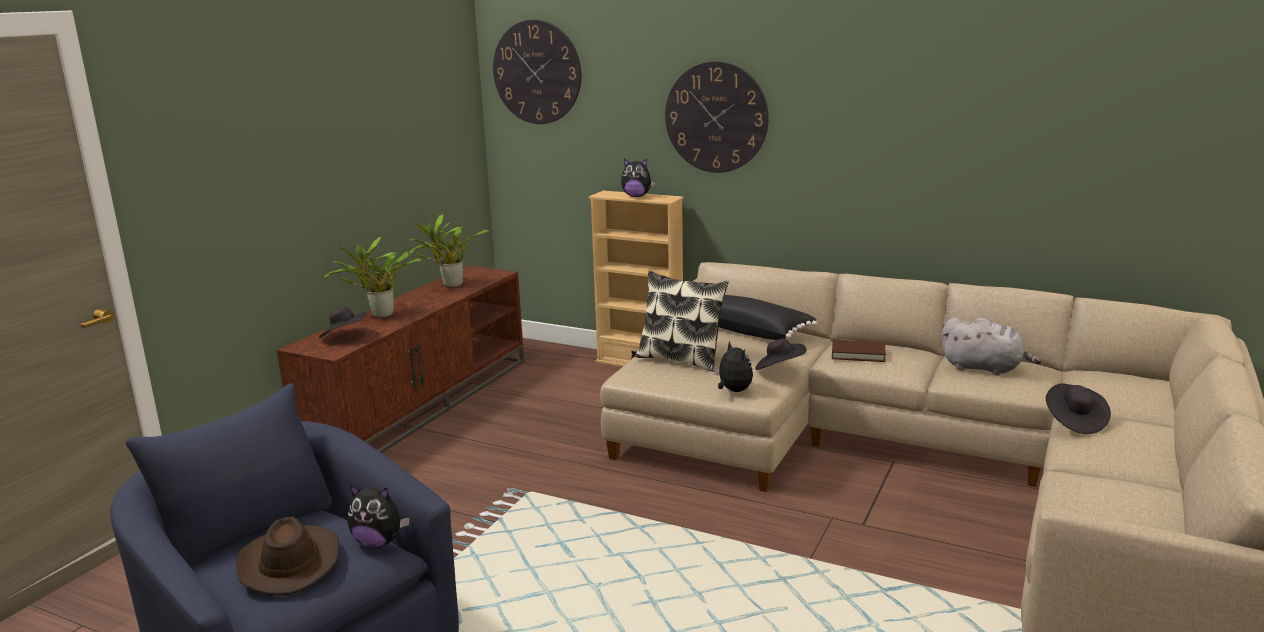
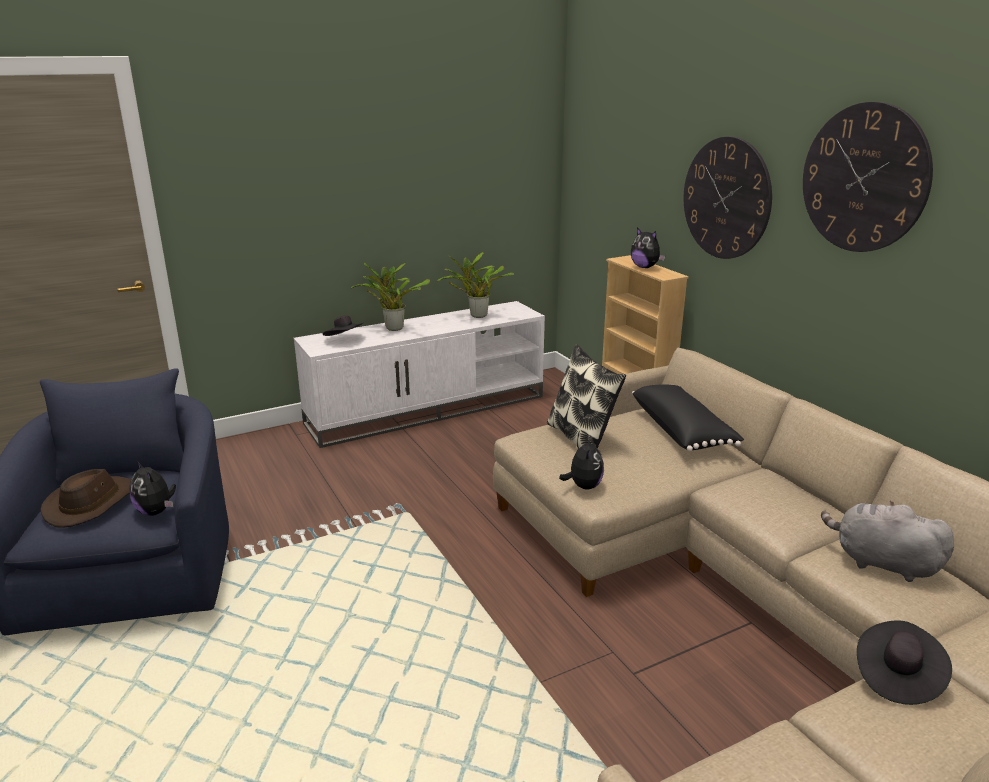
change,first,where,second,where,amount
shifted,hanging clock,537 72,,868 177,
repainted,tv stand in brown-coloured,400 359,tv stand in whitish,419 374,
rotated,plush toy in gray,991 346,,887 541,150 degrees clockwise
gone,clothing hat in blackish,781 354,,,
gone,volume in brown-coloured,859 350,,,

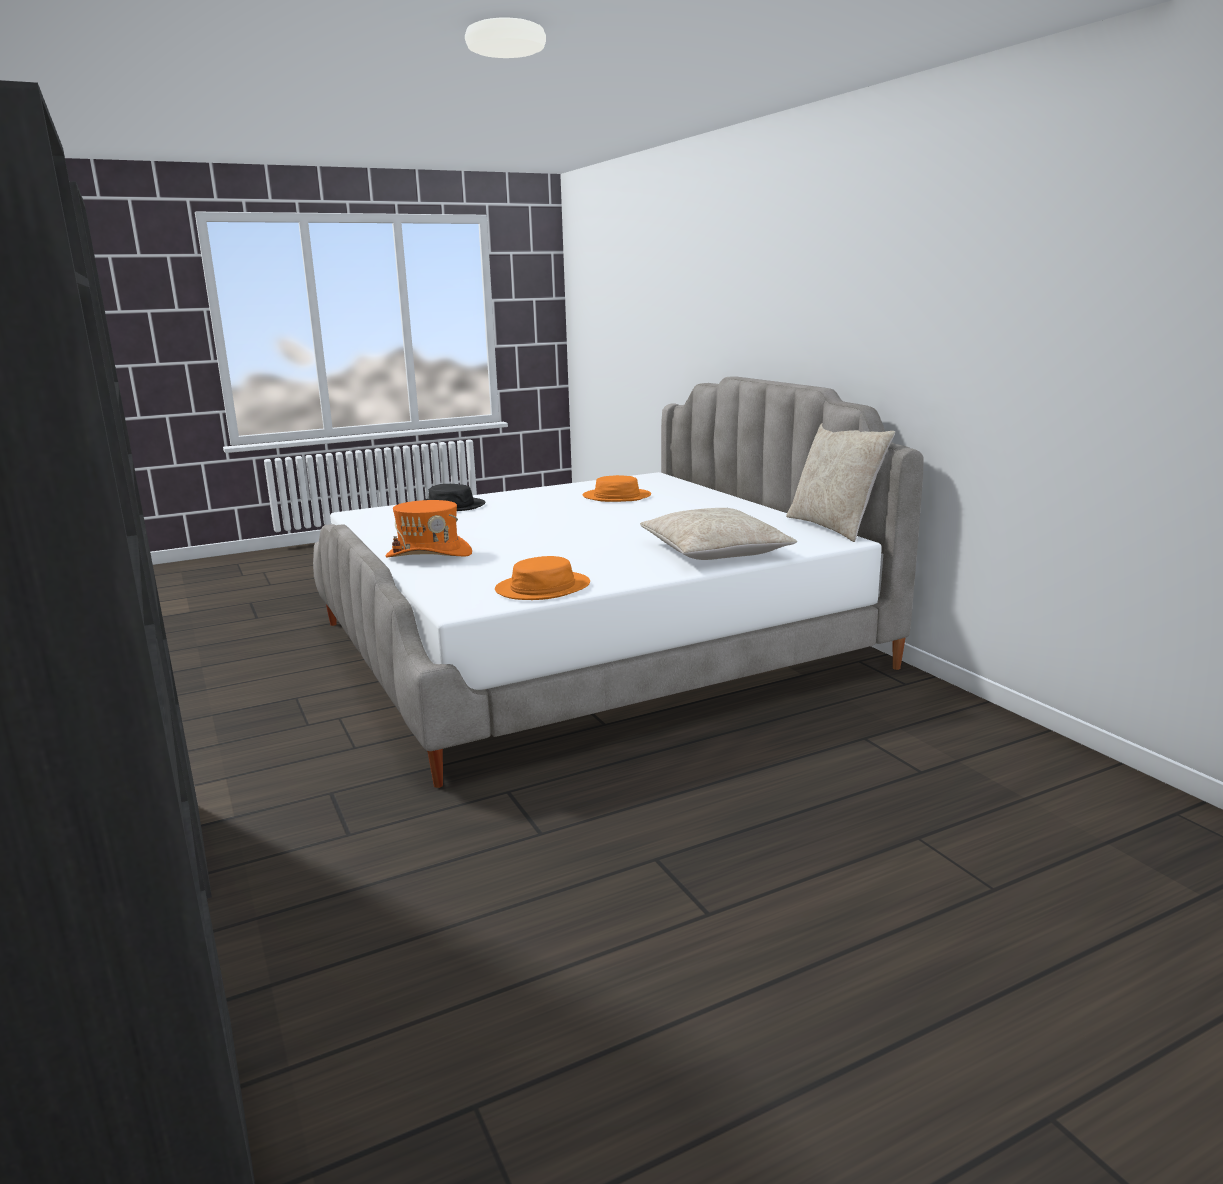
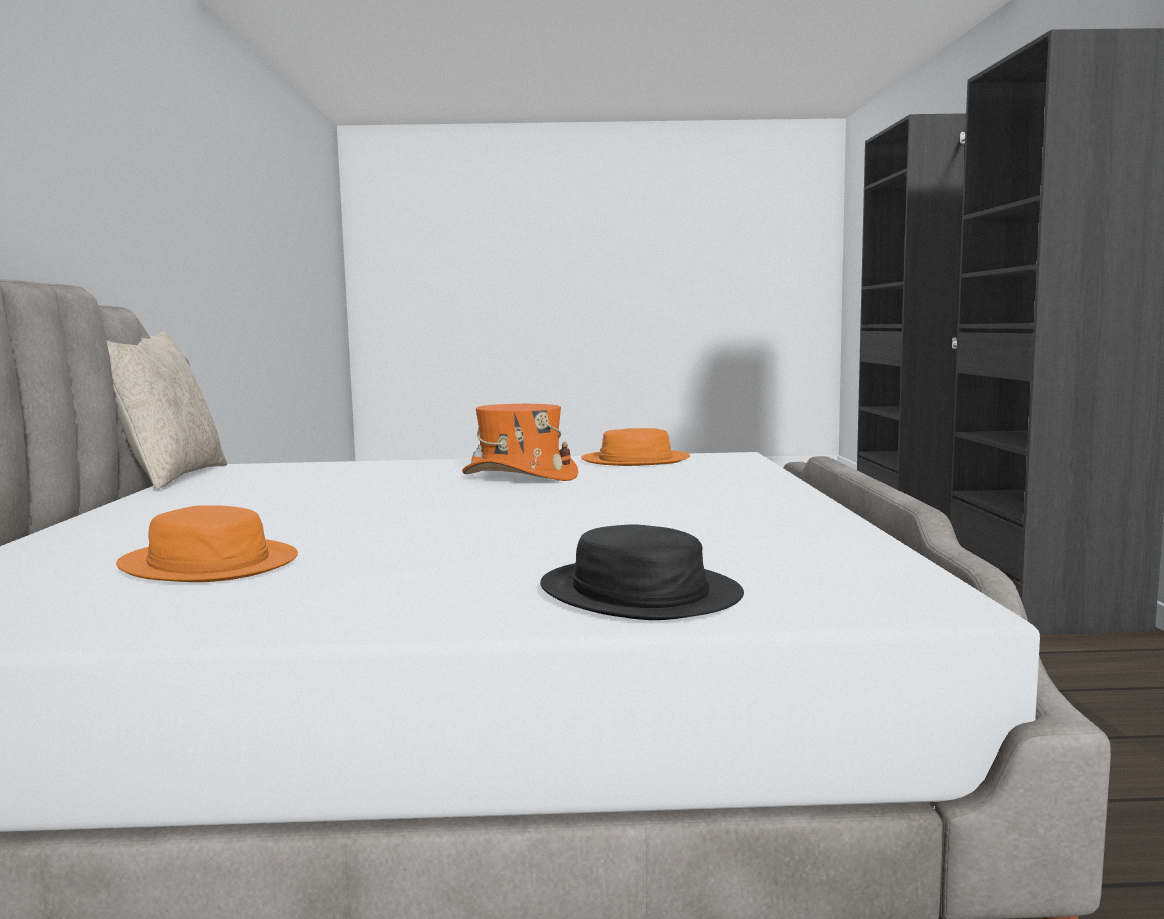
change,first,where,second,where,amount
shifted,clothing hat in orangey,429 529,,520 442,
gone,throw pillow in beige-coloured,718 534,,,

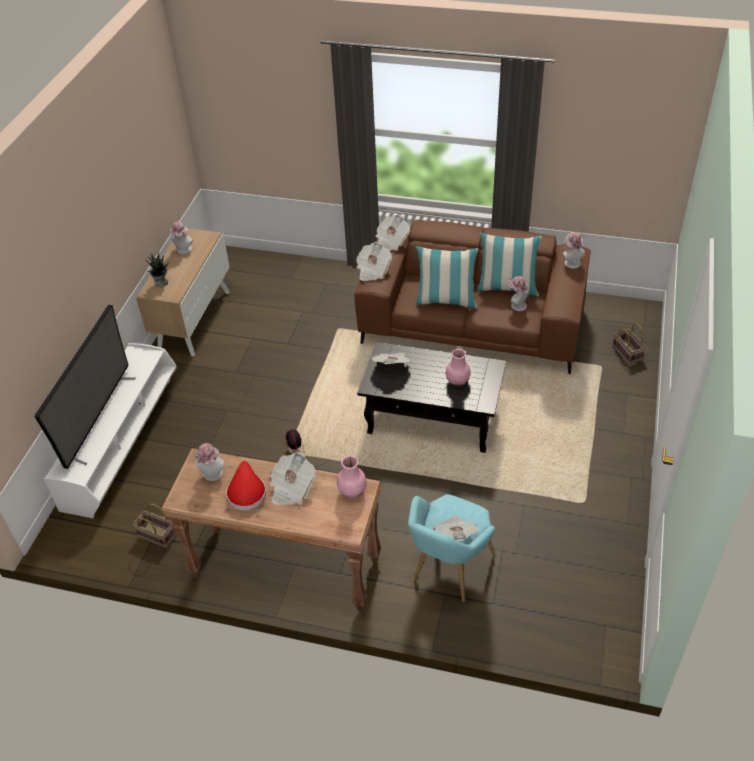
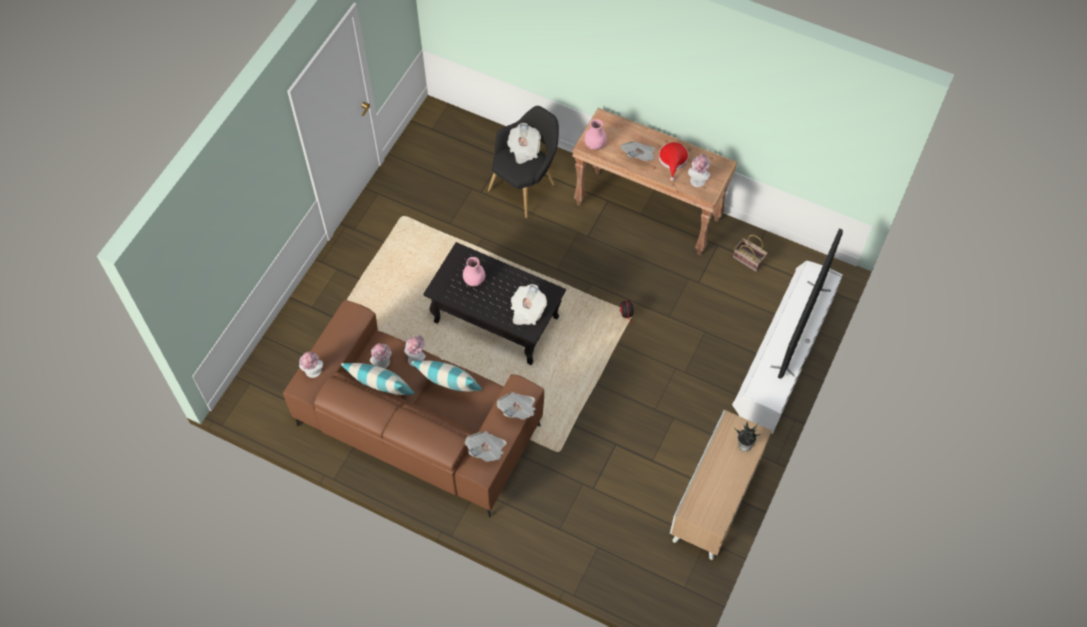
change,first,where,second,where,amount
shifted,clothing hat,181 238,,415 351,
gone,basket,629 344,,,
repainted,lounge chair in turquoise-coloured,451 548,lounge chair in blackish,523 162,

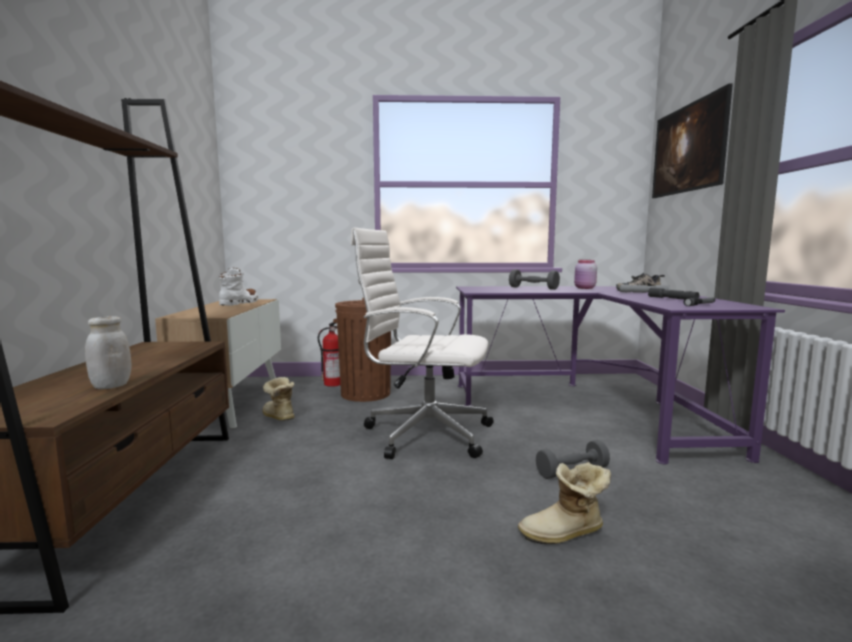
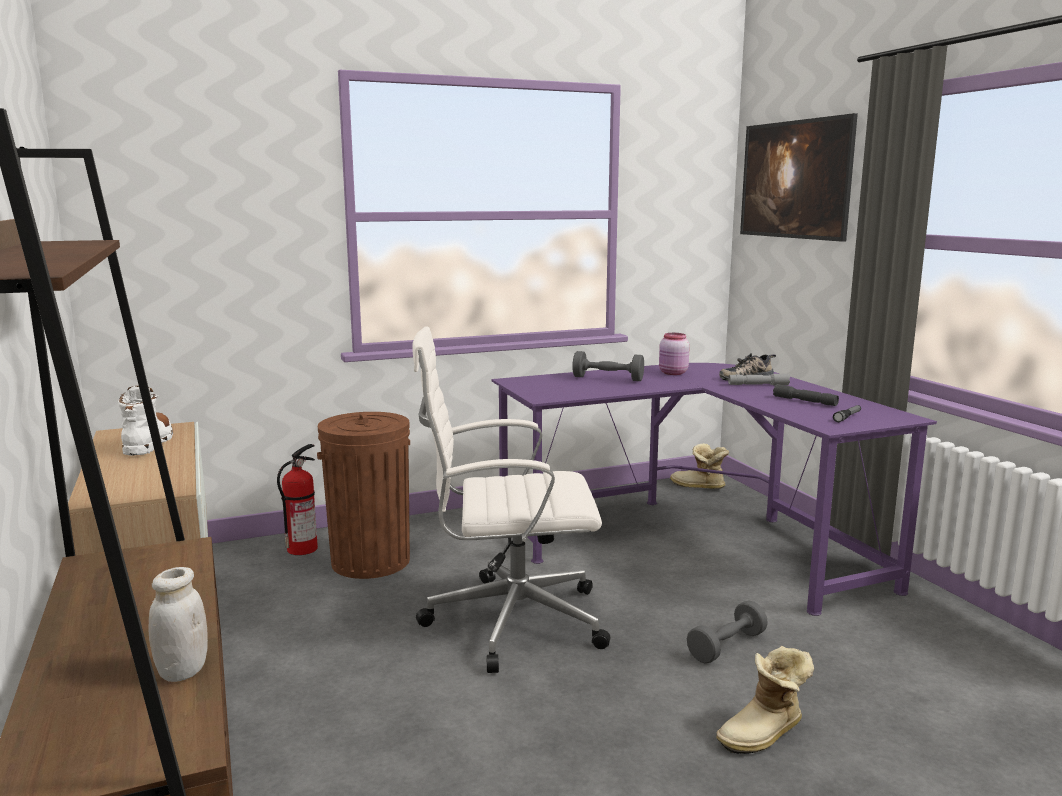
change,first,where,second,where,amount
shifted,tall boot,278 399,,699 466,

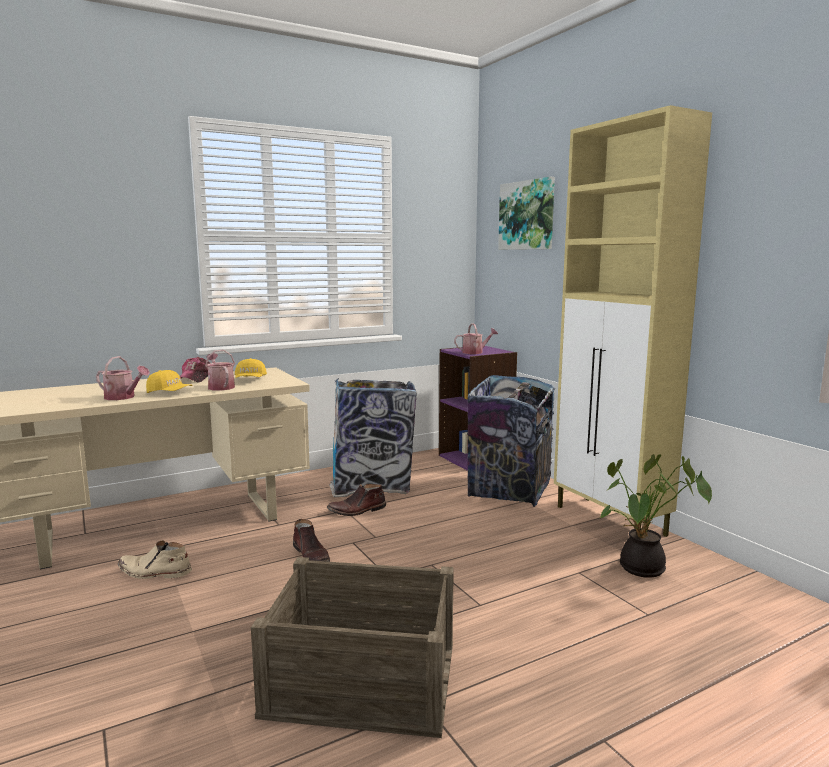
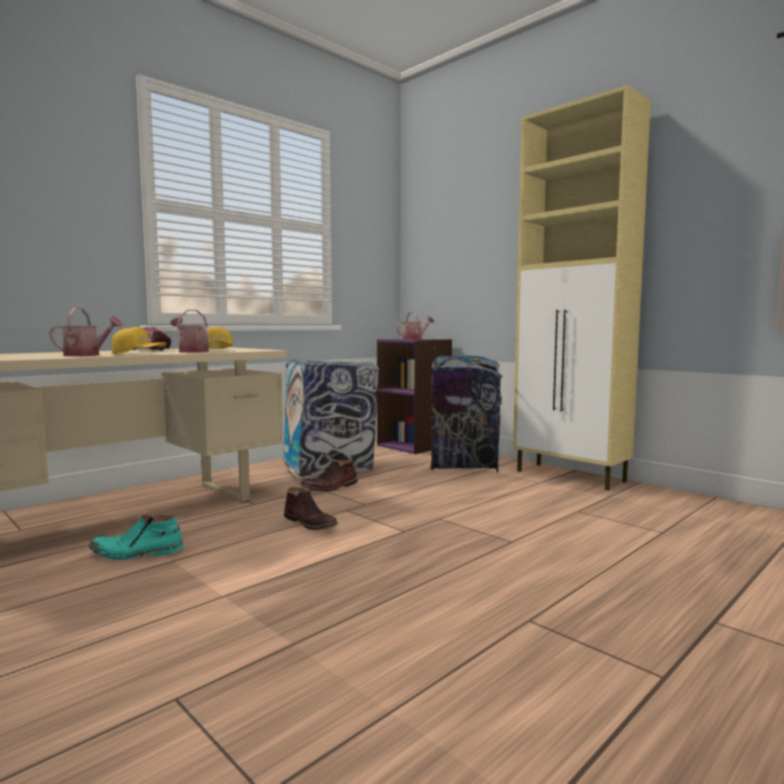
change,first,where,second,where,amount
gone,wall picture,526 213,,,
gone,potted plant,656 516,,,
repainted,tall boot in beige-coloured,155 559,tall boot in turquoise-coloured,136 537,
gone,packing crate,352 647,,,

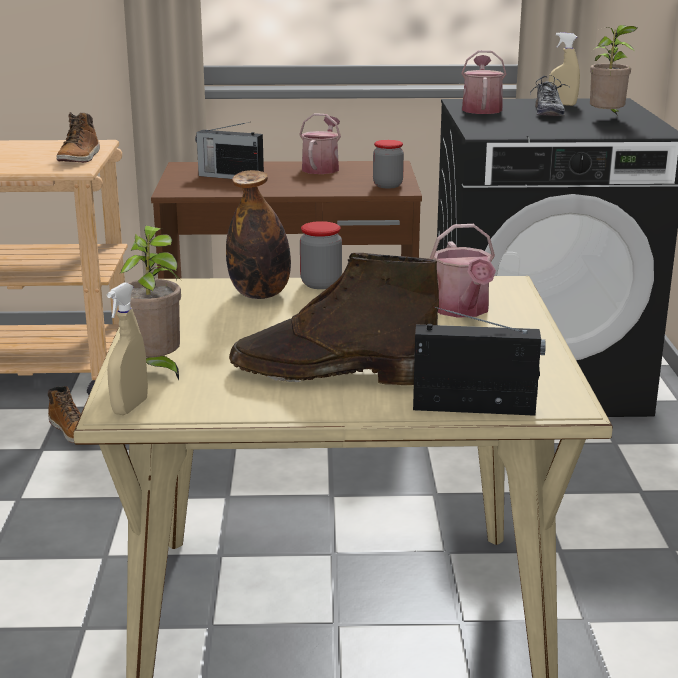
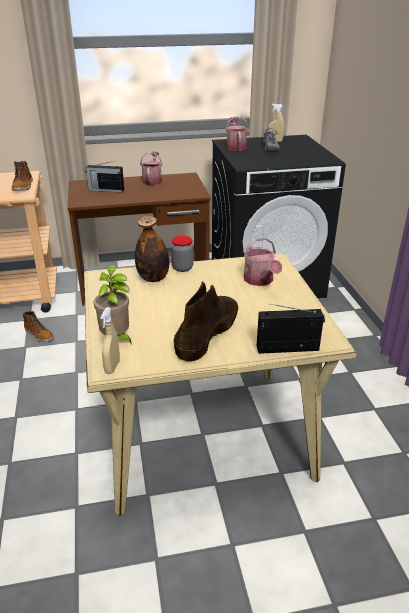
change,first,where,second,where,amount
gone,potted plant,613 70,,,
gone,preserve jar,388 164,,,
rotated,tall boot in brown-coloured,334 319,,206 321,120 degrees clockwise

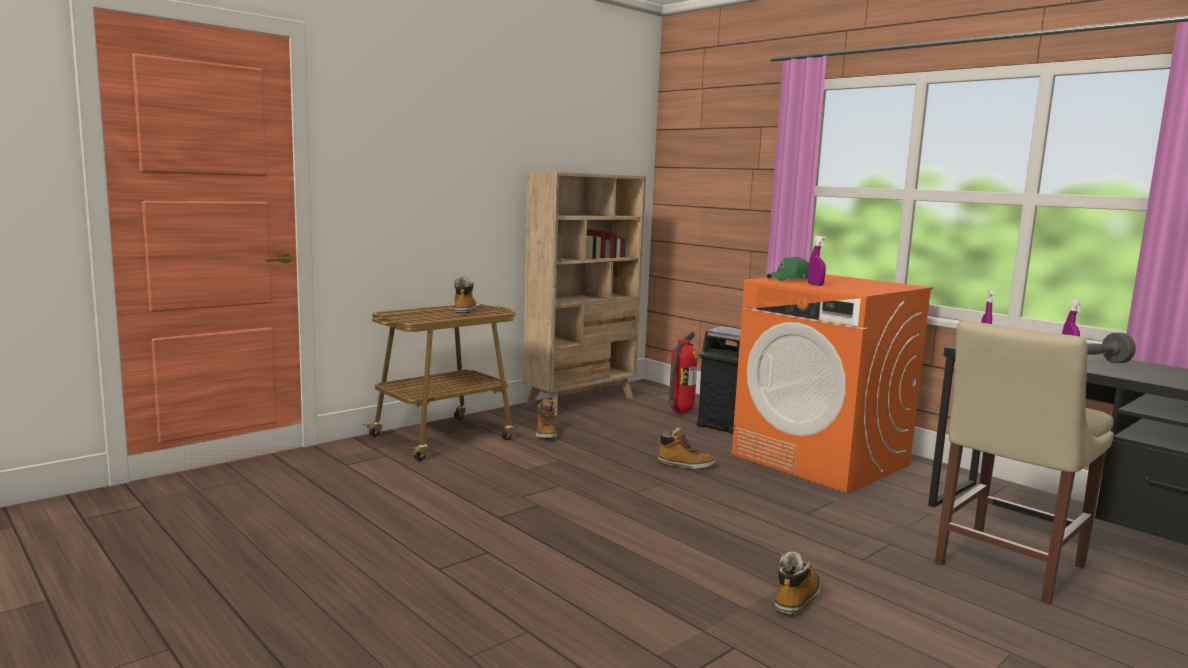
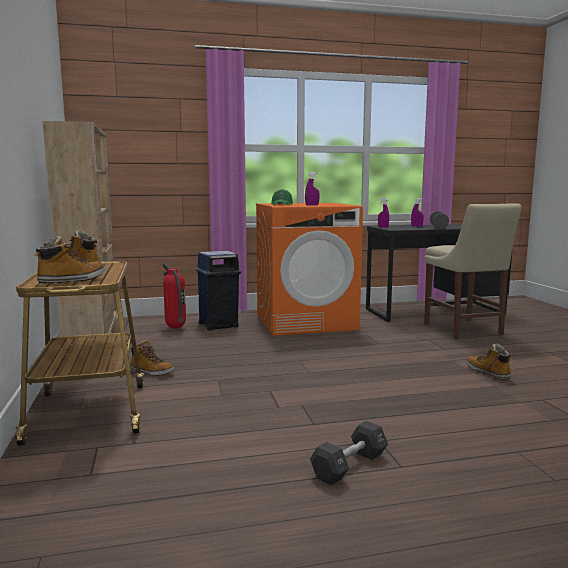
change,first,where,second,where,amount
shifted,tall boot,686 449,,69 260,
new,,,dumbbell in blackish,349 453,

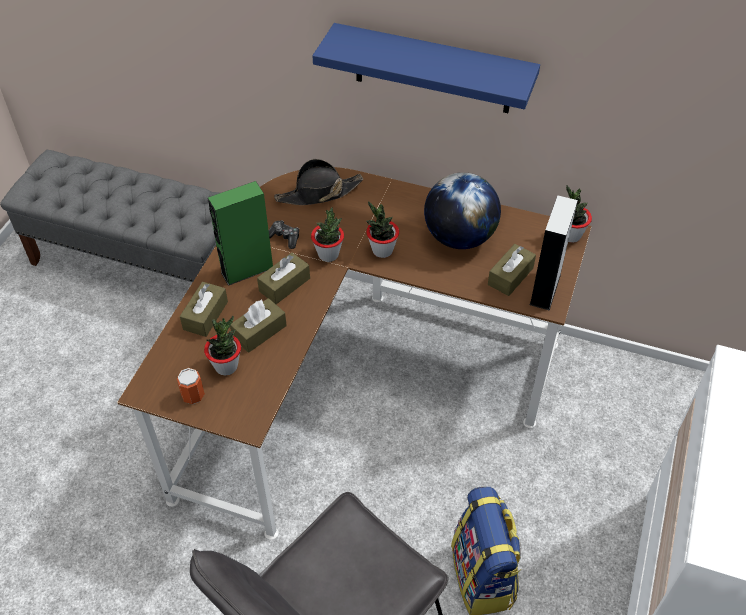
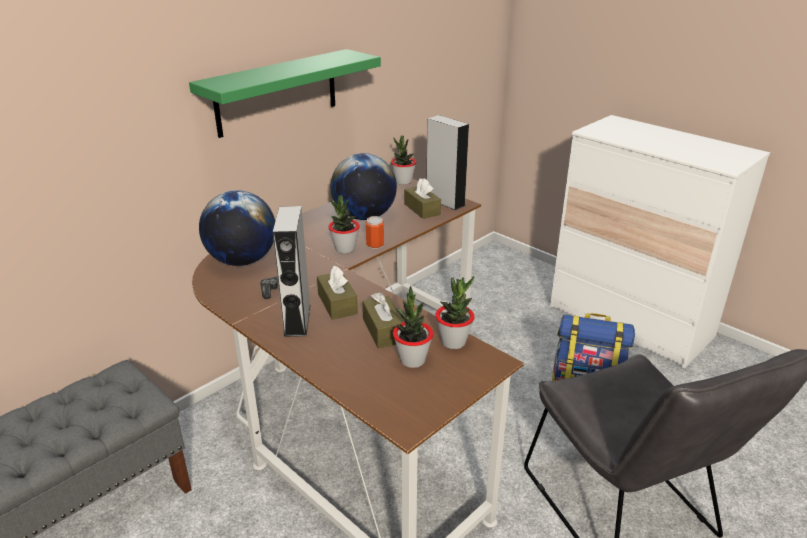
change,first,where,second,where,amount
repainted,shelf in blue-coloured,426 68,shelf in greenish,285 93,
swapped,clothing hat in blackish,318 182,desk globe,237 228,
repainted,loudspeaker in greenish,240 233,loudspeaker in gray,291 271,
shifted,potted plant,327 234,,454 312,
gone,box of tissues in brown-coloured,204 309,,,
shifted,can,191 386,,375 232,

